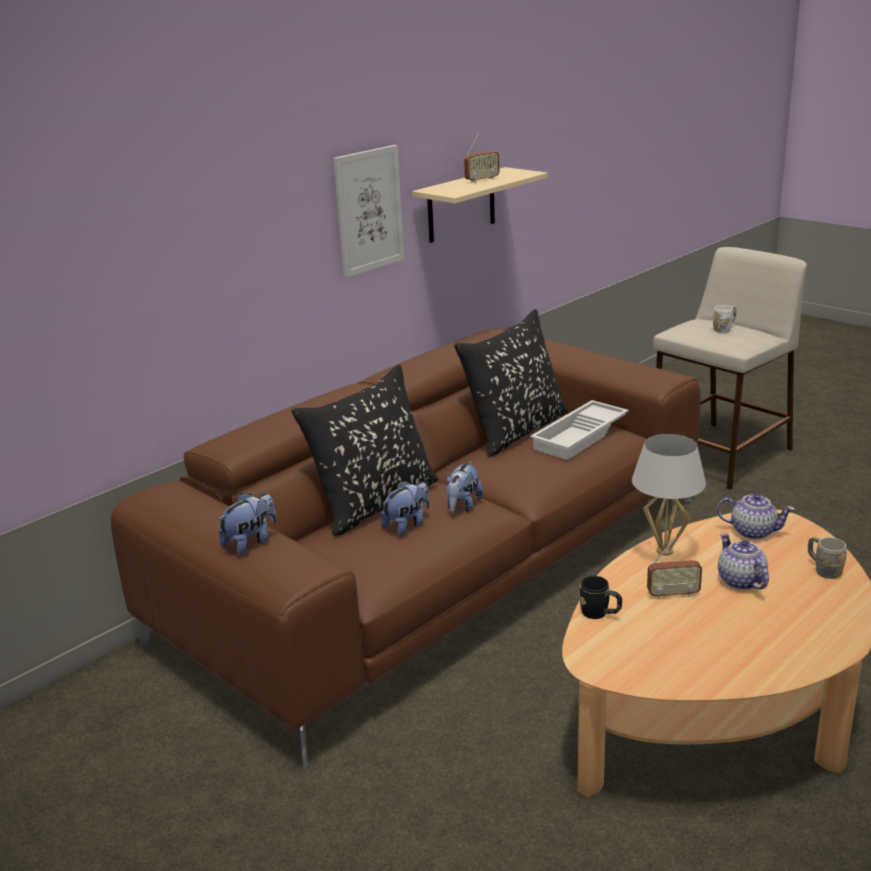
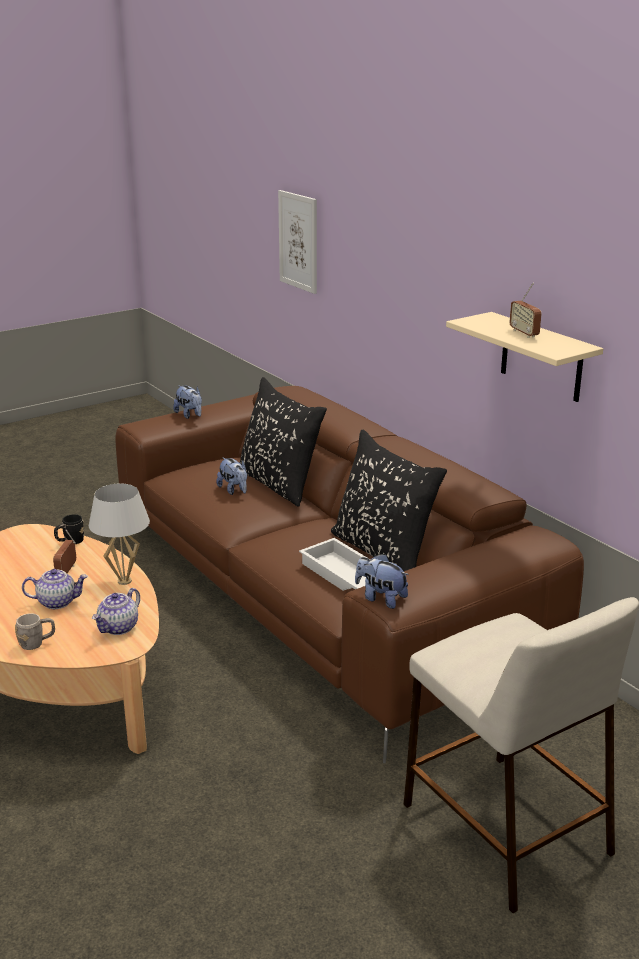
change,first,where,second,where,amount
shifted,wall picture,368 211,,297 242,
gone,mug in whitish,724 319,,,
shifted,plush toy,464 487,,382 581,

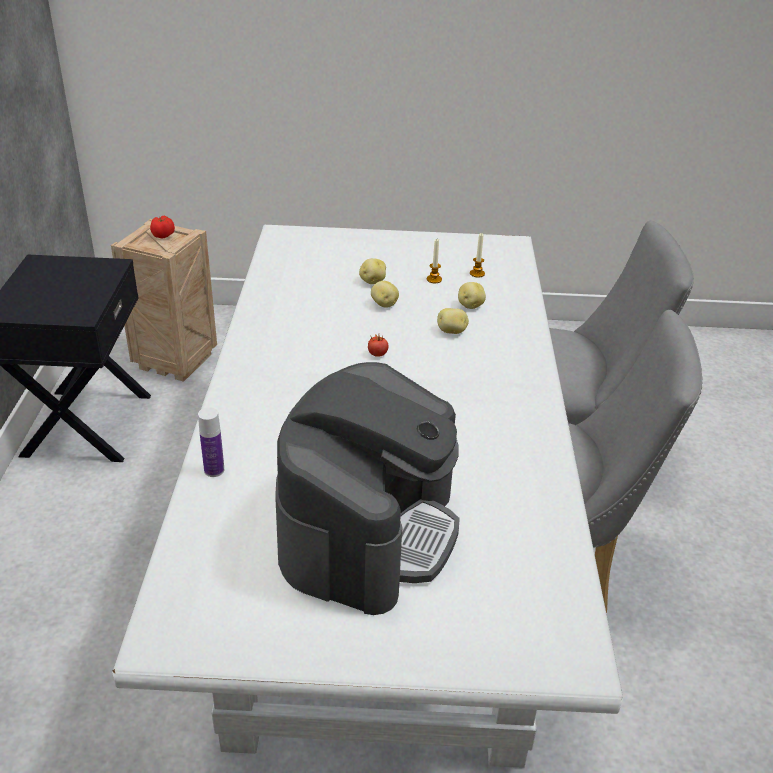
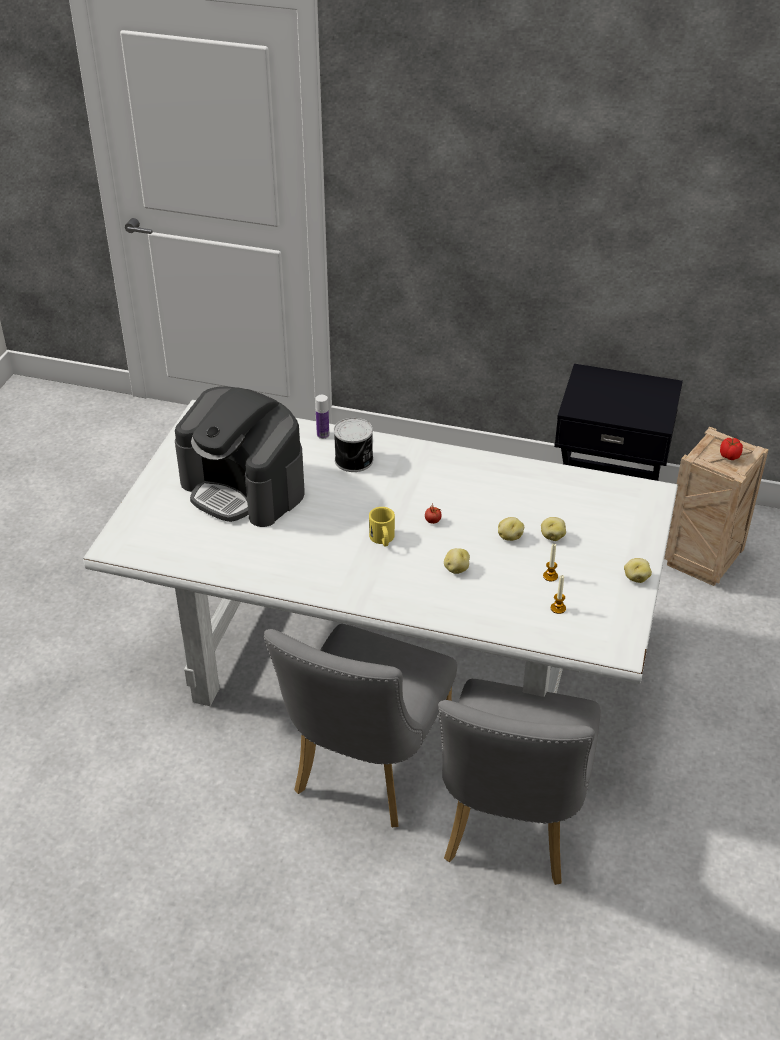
change,first,where,second,where,amount
shifted,whole potato,472 295,,638 570,
new,,,can,353 445,
new,,,mug in yellow-coloured,382 526,

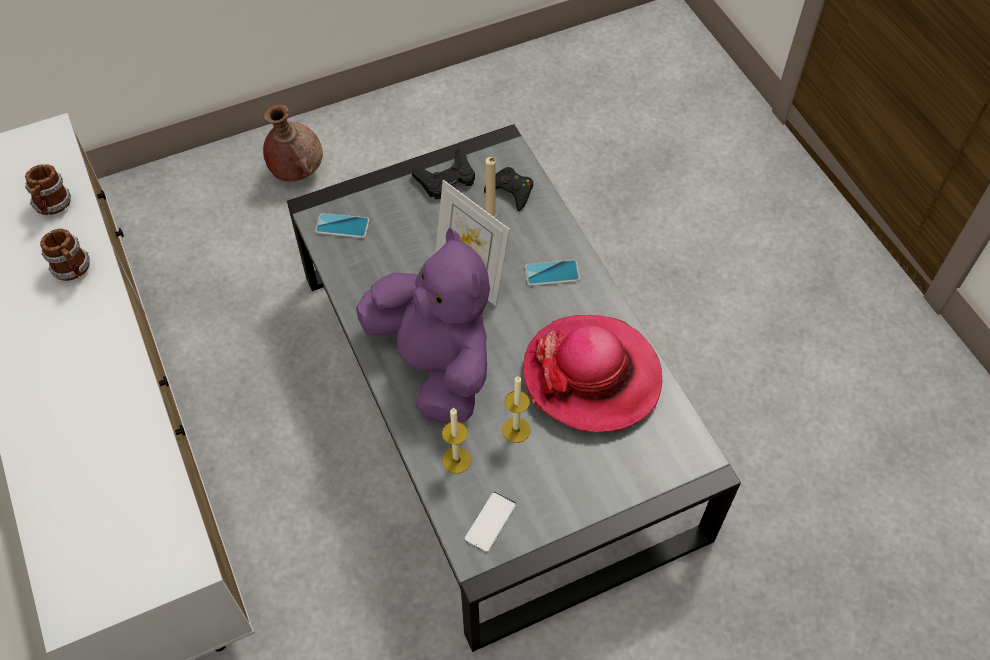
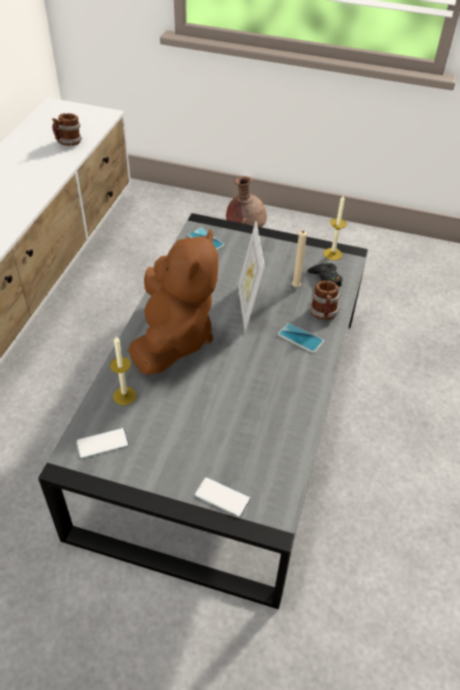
change,first,where,second,where,amount
gone,game controller in blackish,443 173,,,
repainted,plush toy in purple,423 326,plush toy in brown-coloured,173 302,
shifted,mug,65 255,,324 300,
gone,clothing hat,592 373,,,
shifted,wax light,516 409,,335 227,
new,,,telephone,222 497,

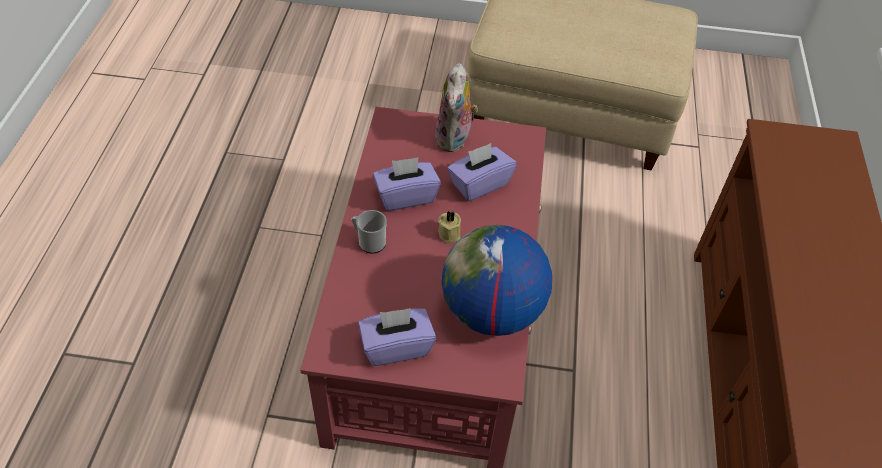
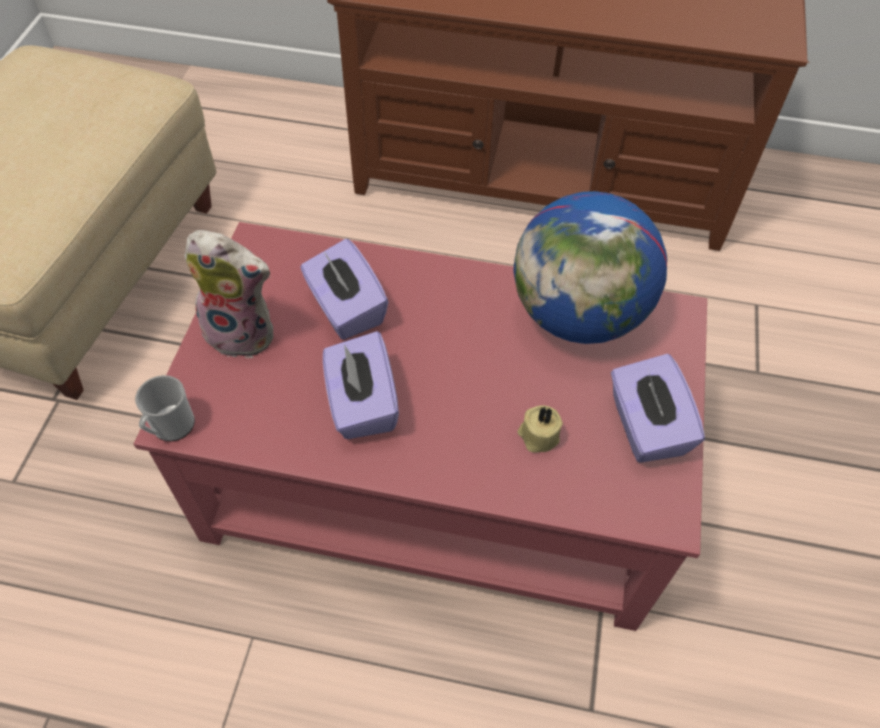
change,first,where,second,where,amount
shifted,mug,369 231,,165 408,
shifted,wax light in beige-coloured,449 227,,540 429,

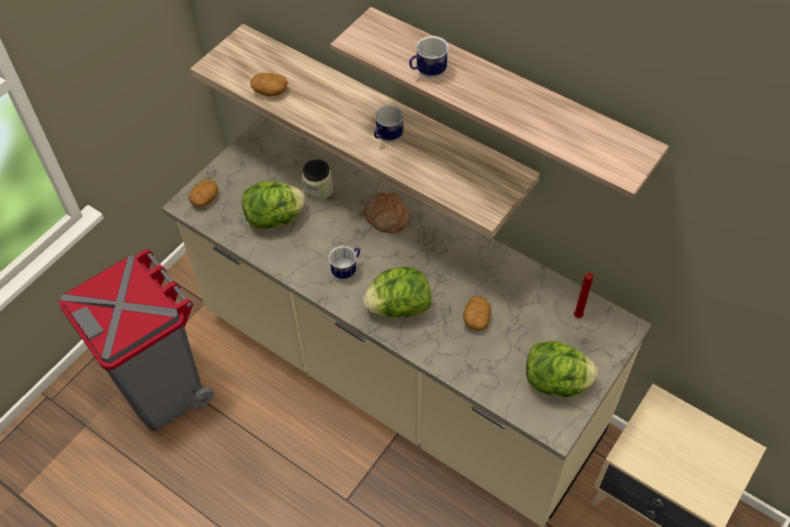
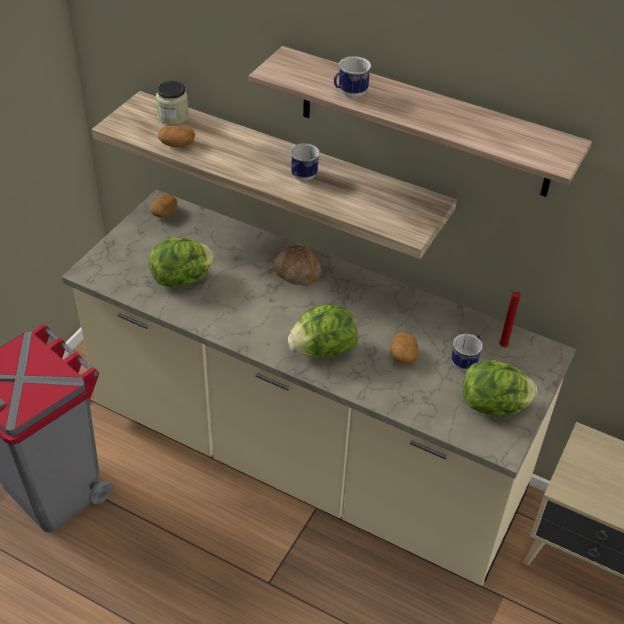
change,first,where,second,where,amount
shifted,preserve jar,317 179,,172 103,
shifted,whole potato,203 193,,163 206,
shifted,mug,344 263,,466 352,

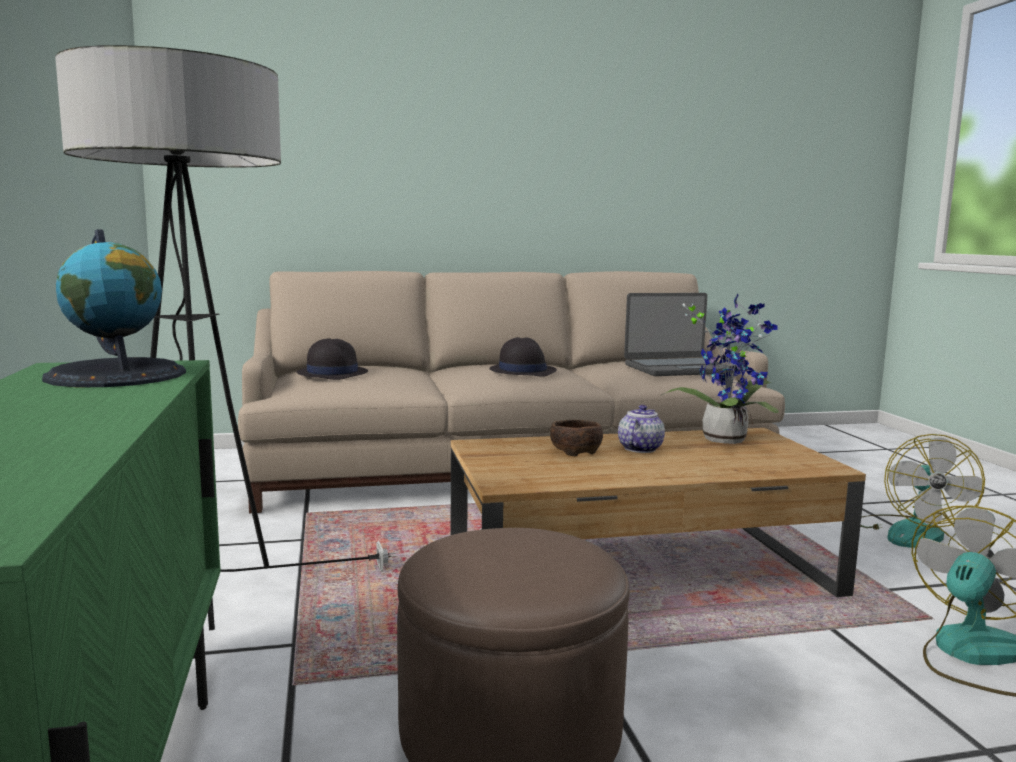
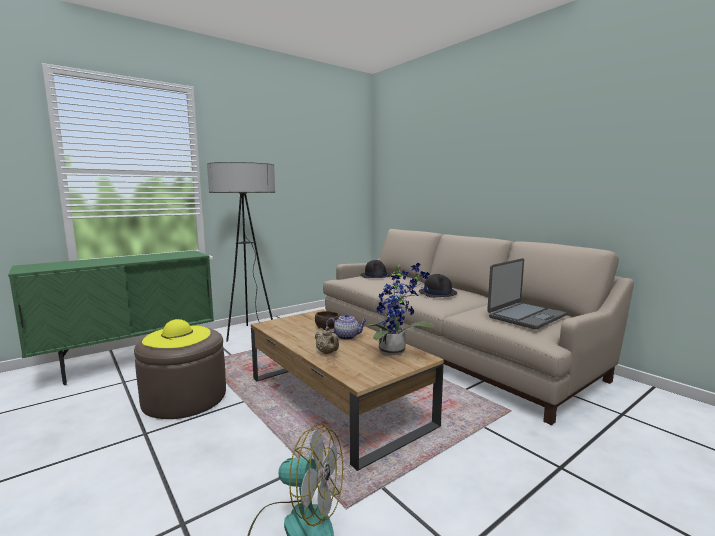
change,first,where,second,where,amount
gone,desk globe,114 308,,,
rotated,portable computer,678 334,,526 294,90 degrees counterclockwise
gone,fan,922 491,,,
new,,,clothing hat in yellow-coloured,176 333,
new,,,tea pot in beige-coloured,327 340,

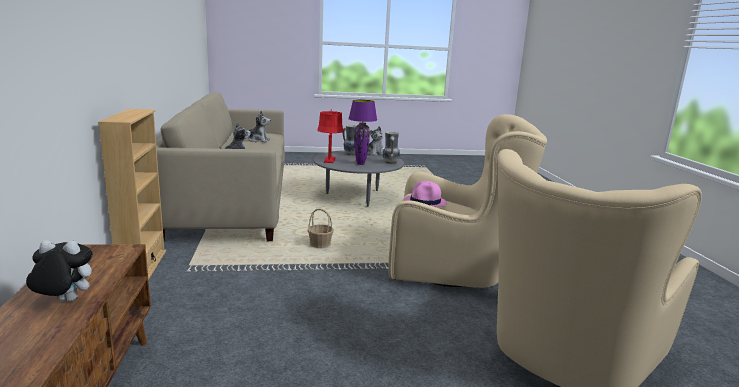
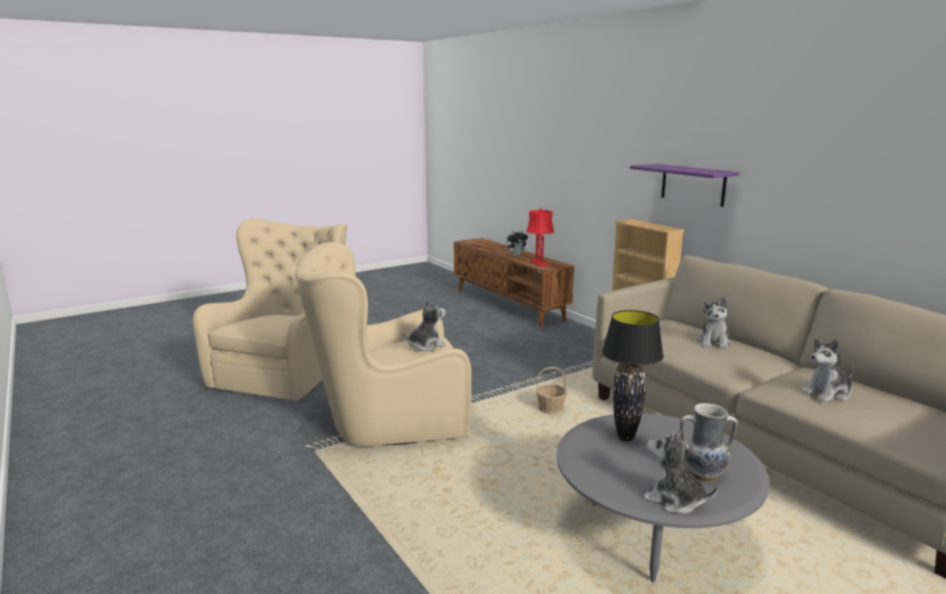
change,first,where,second,where,amount
repainted,table lamp in purple,362 132,table lamp in blackish,633 375,
shifted,table lamp in reddish,330 137,,540 237,
gone,vase,391 147,,,
swapped,clothing hat in pinkish,425 194,plush toy,424 325,
new,,,shelf in purple,684 185,

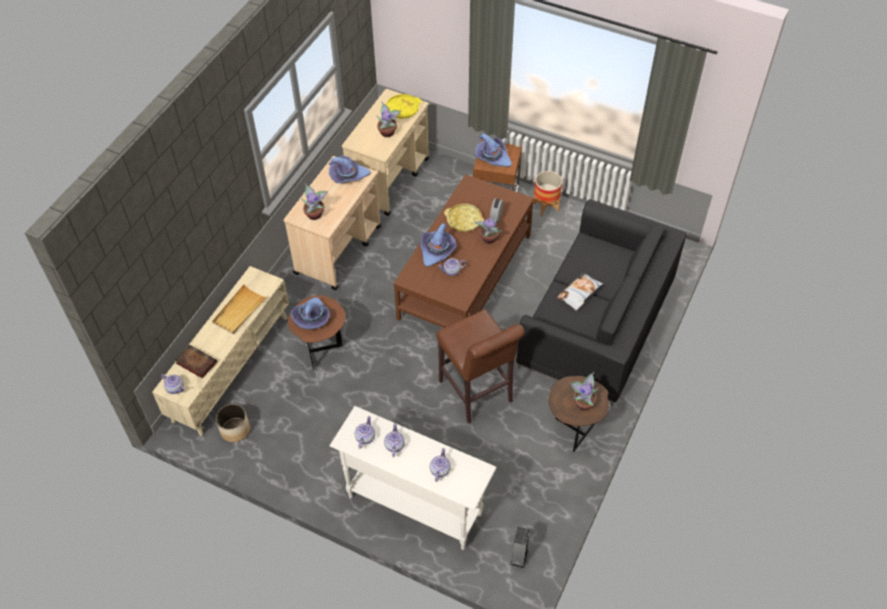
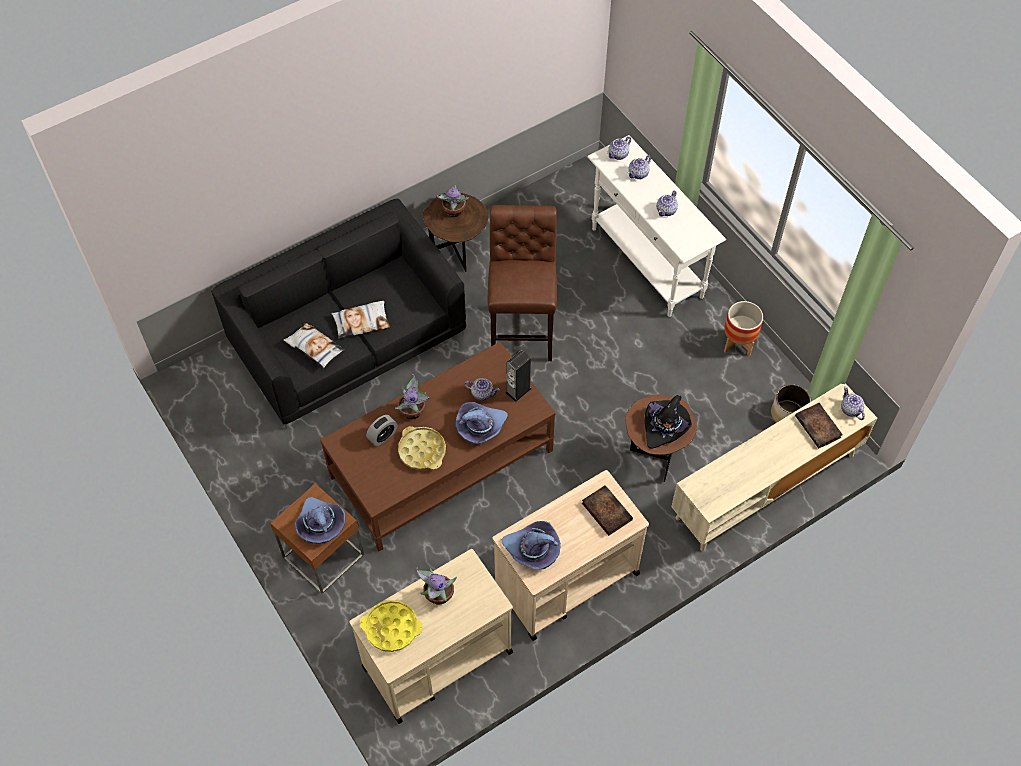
change,first,where,second,where,amount
shifted,flower pot,547 194,,743 328,
swapped,potted plant,314 202,volume,607 510,
gone,carrying tray in beige-coloured,239 309,,,
repainted,clothing hat in purple,310 313,clothing hat in blackish,668 422,
shifted,tea pot,365 432,,619 148,
shifted,loudspeaker,520 547,,518 376,
new,,,throw pillow,314 345,

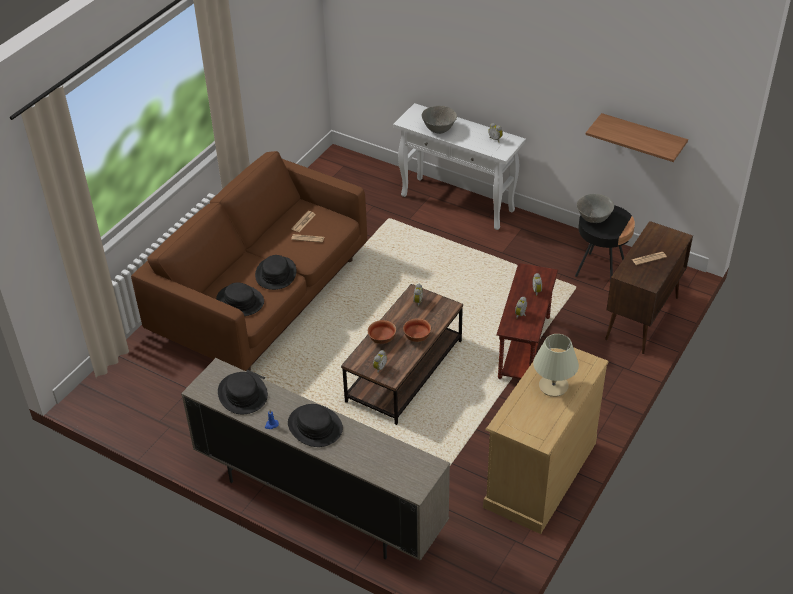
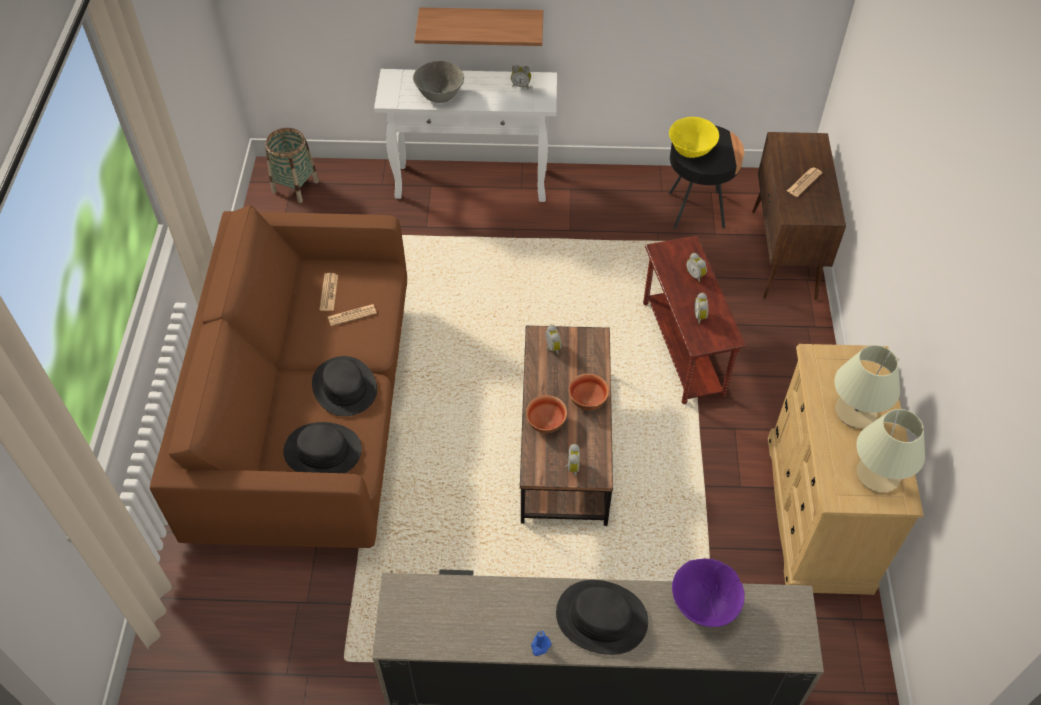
change,first,where,second,where,amount
shifted,shelf,636 137,,479 27,
repainted,bowl in gray,595 208,bowl in yellow-coloured,694 137,
gone,clothing hat in blackish,243 393,,,
new,,,basket,292 165,
new,,,table lamp in beige-coloured,891 451,
new,,,bowl in purple,708 592,

